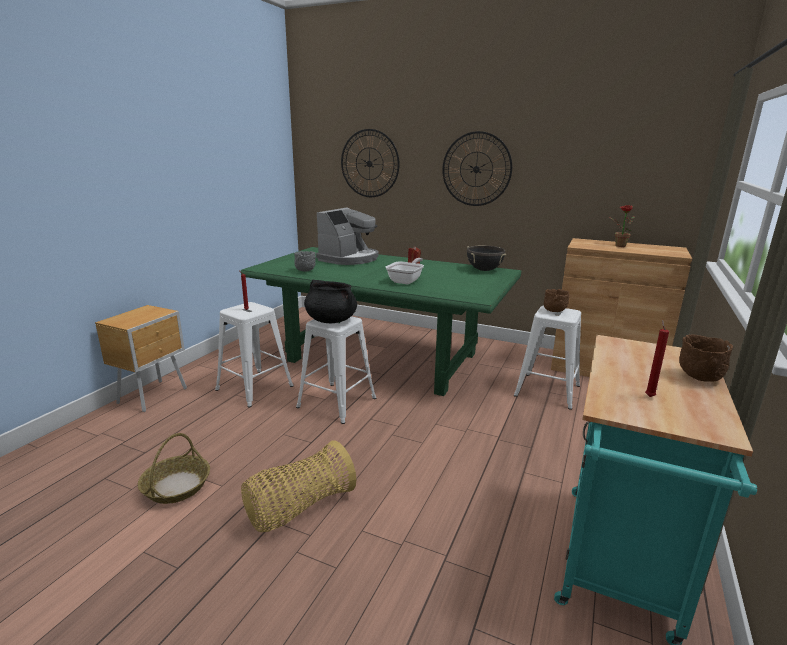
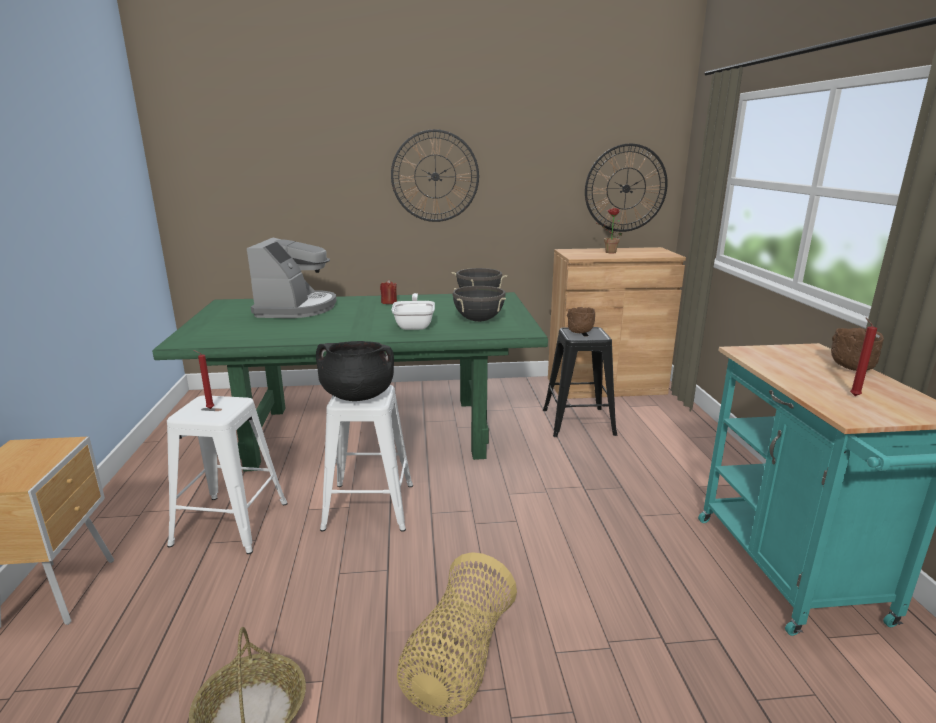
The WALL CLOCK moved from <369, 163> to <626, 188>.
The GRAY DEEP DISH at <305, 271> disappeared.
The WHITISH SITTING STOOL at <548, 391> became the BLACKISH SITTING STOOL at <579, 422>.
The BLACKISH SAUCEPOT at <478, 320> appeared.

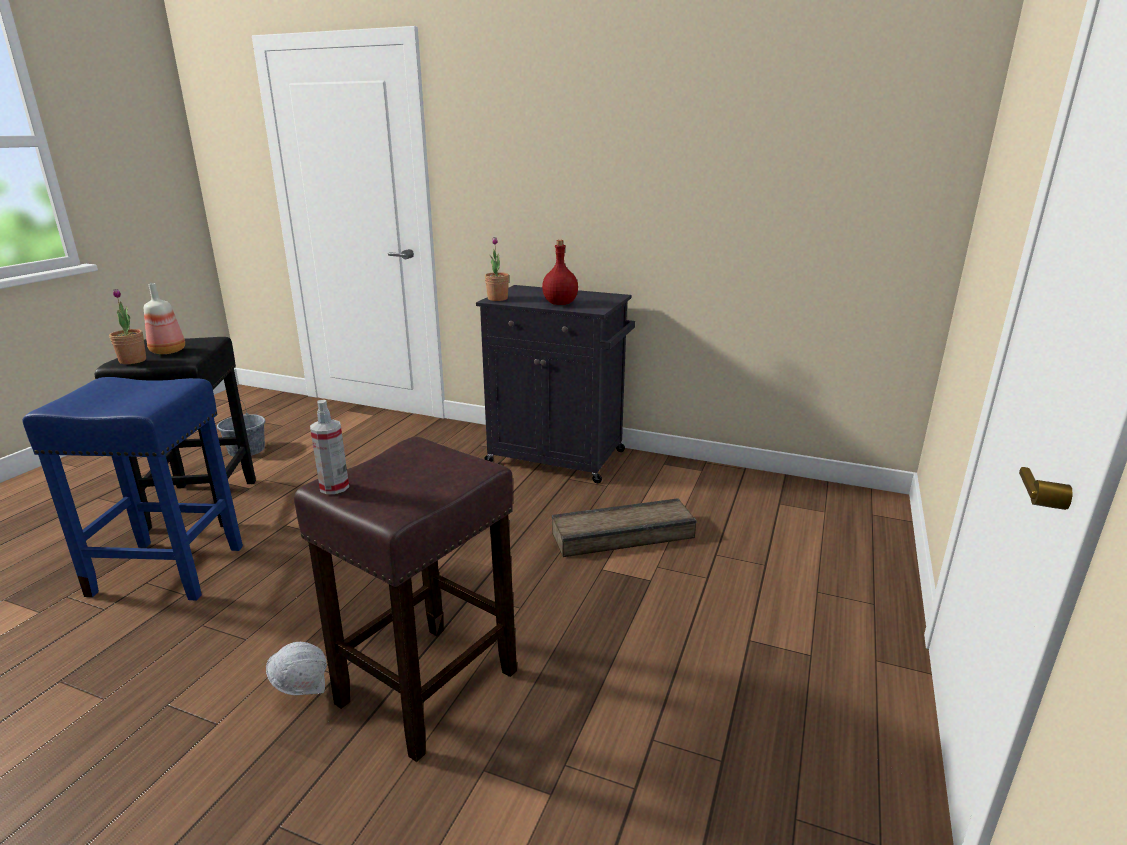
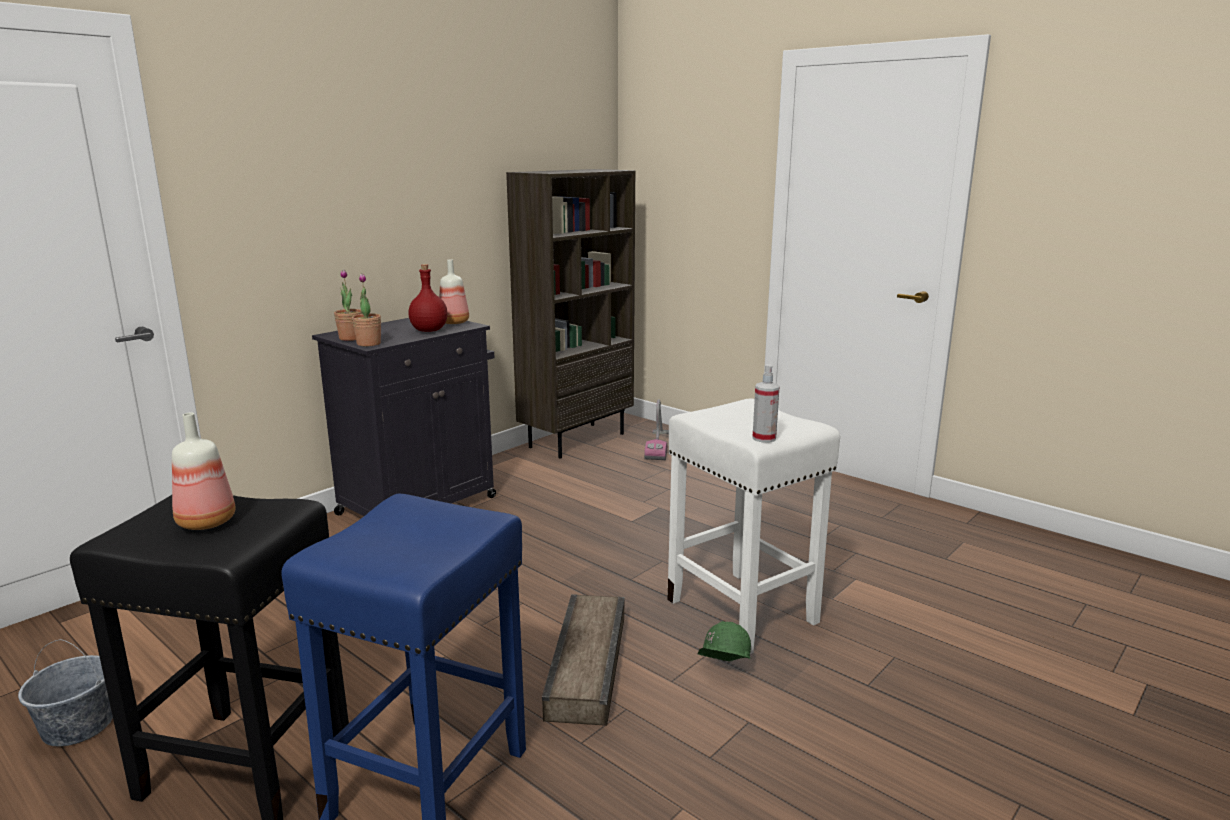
The POTTED PLANT moved from <133, 360> to <351, 338>.
The BROWN SITTING STOOL at <426, 689> became the WHITISH SITTING STOOL at <744, 612>.
The SHIPPING CRATE moved from <624, 536> to <590, 664>.
The WHITISH HARD HAT at <302, 691> became the GREEN-COLOURED HARD HAT at <722, 672>.
The BROWN SHELVING UNIT at <576, 440> appeared.
The BOTTLE at <455, 322> appeared.
The VACUUM at <658, 446> appeared.

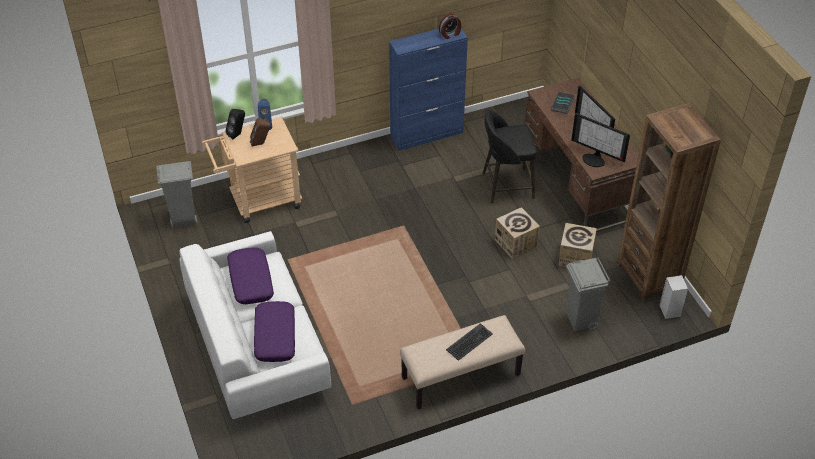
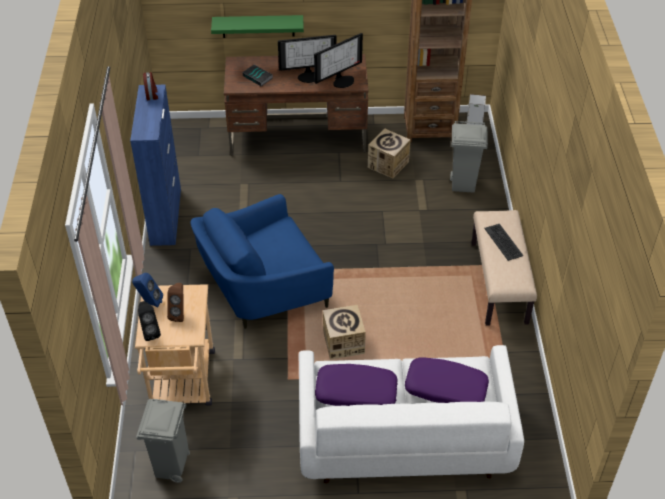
The BLACKISH SITTING STOOL at <506, 186> disappeared.
The PACKING BOX moved from <515, 243> to <343, 343>.
The GREEN-COLOURED WALL SHELF at <258, 26> appeared.
The BLUE-COLOURED EASY CHAIR at <264, 290> appeared.

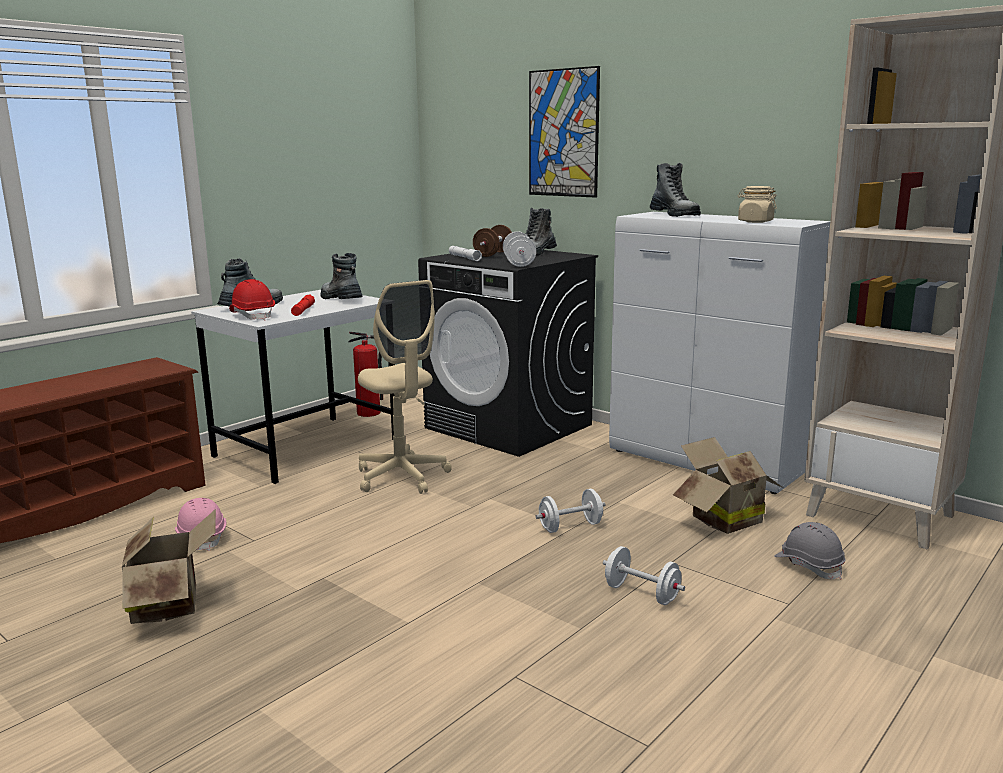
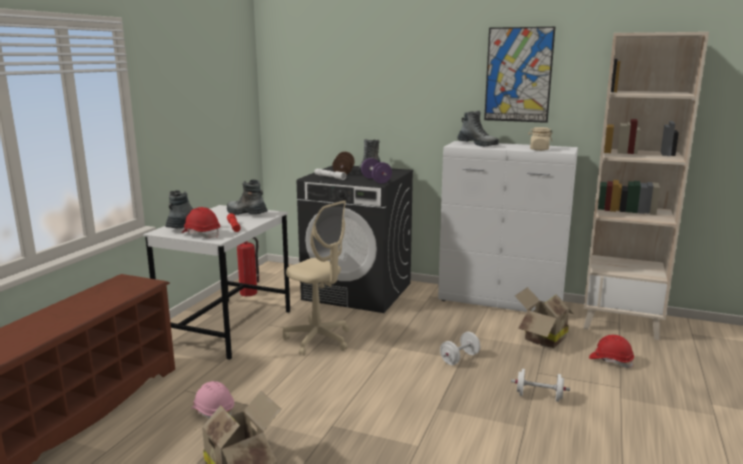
The PICTURE moved from <563, 133> to <518, 75>.
The WHITISH FREE WEIGHT at <519, 263> became the PURPLE-COLOURED FREE WEIGHT at <376, 180>.
The GRAY HARD HAT at <808, 565> became the REDDISH HARD HAT at <610, 361>.

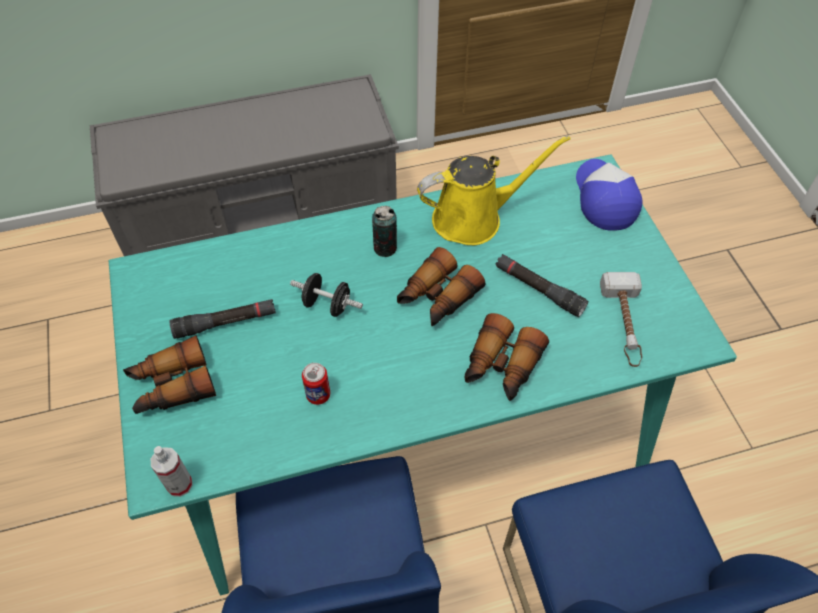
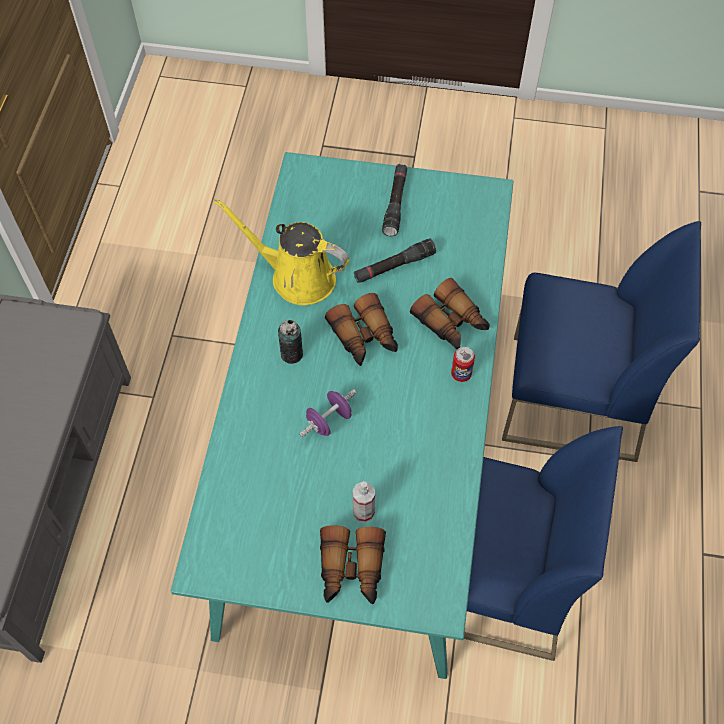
The YELLOW WATERING CAN at <474, 218> turned 75 degrees counterclockwise.
The PEAKED CAP at <604, 198> disappeared.
The TOOL HAMMER at <624, 324> disappeared.
The BLACKISH FREE WEIGHT at <327, 305> became the PURPLE-COLOURED FREE WEIGHT at <329, 421>.
The BLACKISH TORCH moved from <225, 323> to <395, 204>.
The CAN moved from <318, 395> to <461, 374>.
The SPRAYER moved from <179, 484> to <363, 512>.

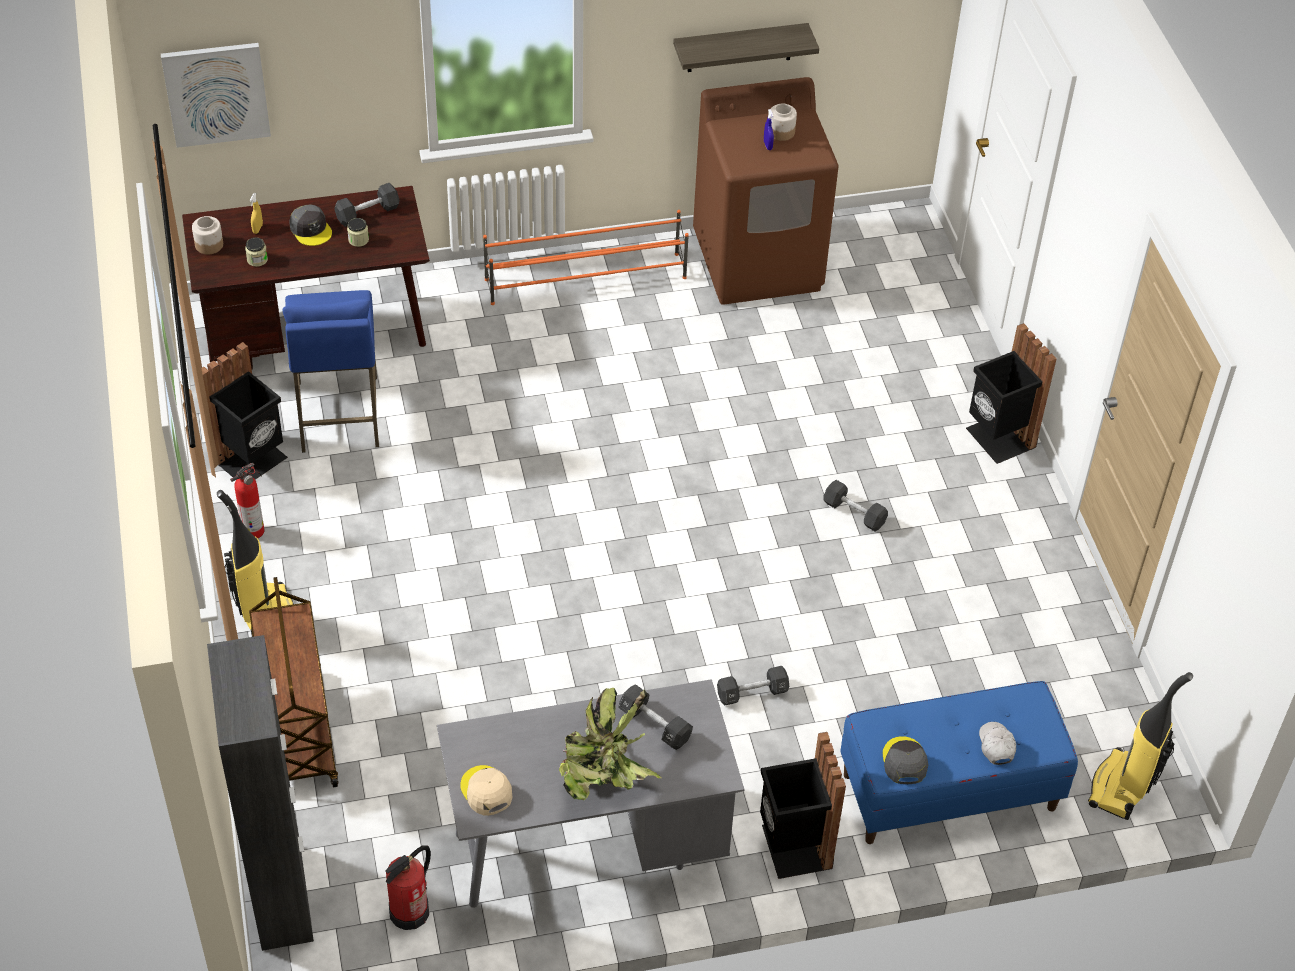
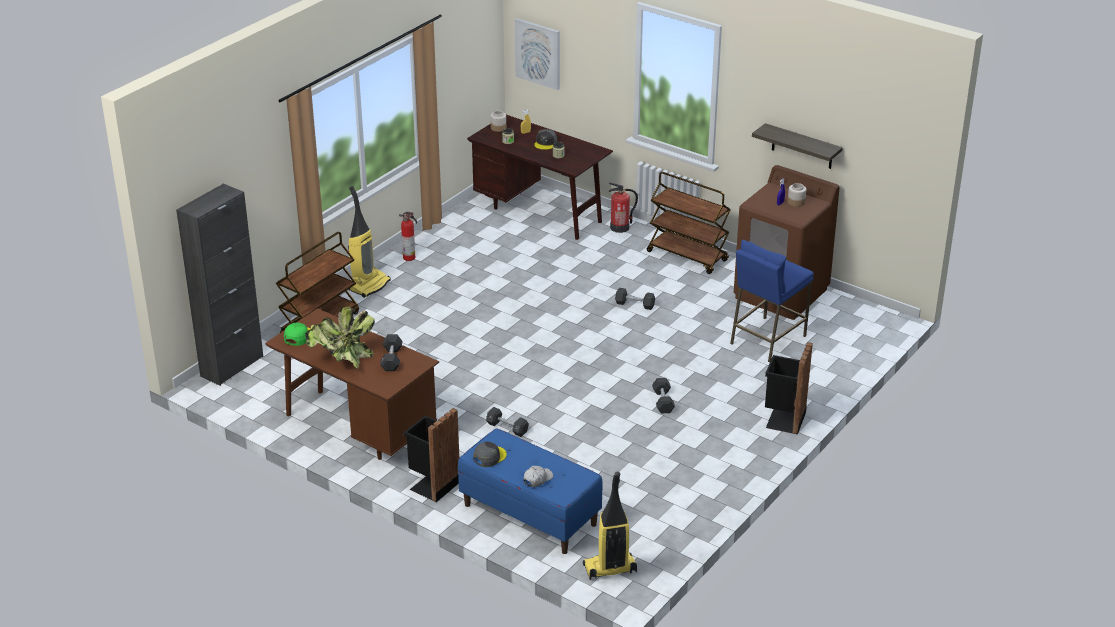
The BLACKISH FREE WEIGHT moved from <367, 213> to <635, 304>.
The ORANGEY SHOE RACK at <586, 279> was replaced by the BROWN WHEELED CART at <688, 256>.
The BLUE-COLOURED SITTING STOOL moved from <339, 414> to <767, 340>.
The BLACKISH TRASH CAN at <253, 460> disappeared.
The GRAY DESK TABLE at <588, 848> became the BROWN DESK TABLE at <357, 428>.
The SAND-COLOURED PEAKED CAP at <486, 791> became the GREEN-COLOURED PEAKED CAP at <298, 336>.
The EXTINGUISHER moved from <410, 911> to <620, 227>.

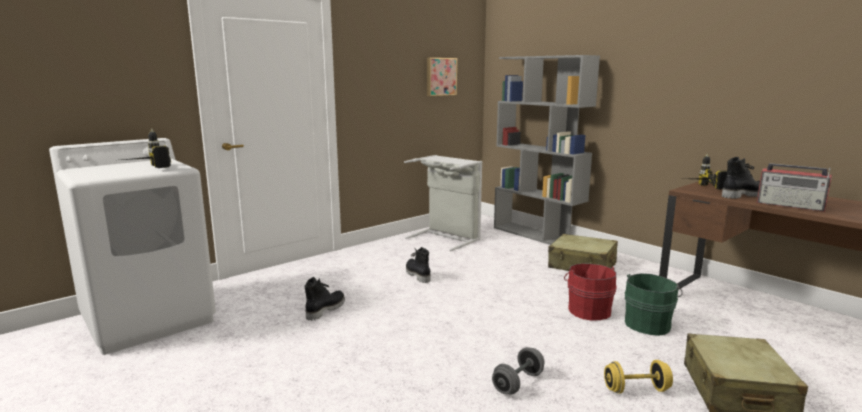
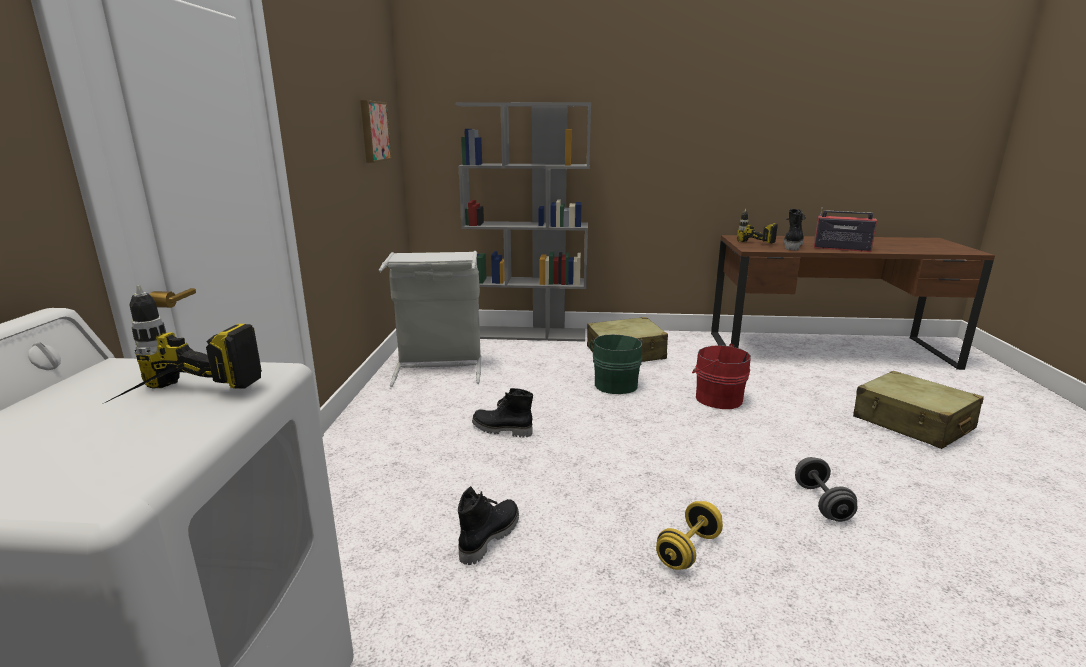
The RADIO RECEIVER at <791, 205> turned 150 degrees counterclockwise.
The GREEN-COLOURED WATER BUCKET moved from <648, 324> to <615, 384>.
The BLACKISH TALL BOOT at <325, 310> turned 45 degrees clockwise.
The YELLOW FREE WEIGHT moved from <636, 389> to <688, 550>.

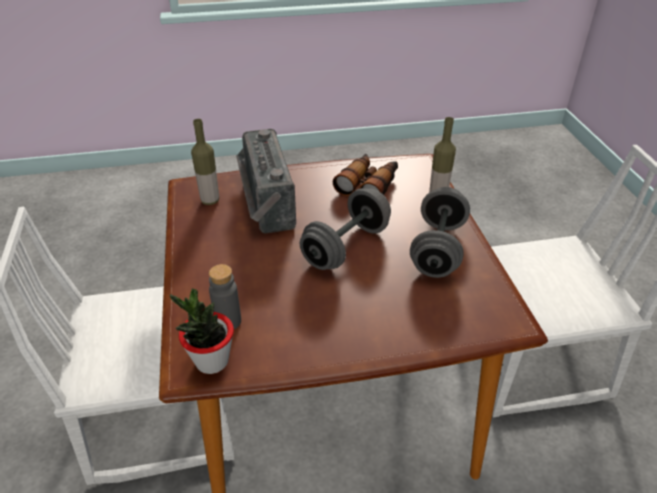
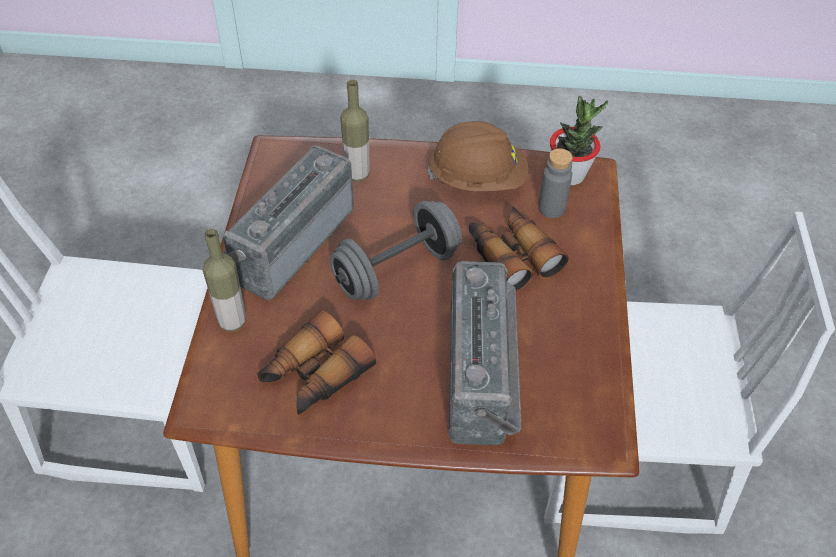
The BOTTLE moved from <210, 200> to <357, 174>.
The GRAY FREE WEIGHT at <437, 249> was replaced by the RADIO RECEIVER at <289, 242>.
The BROWN HARD HAT at <477, 180> appeared.
The FIELD GLASSES at <511, 256> appeared.

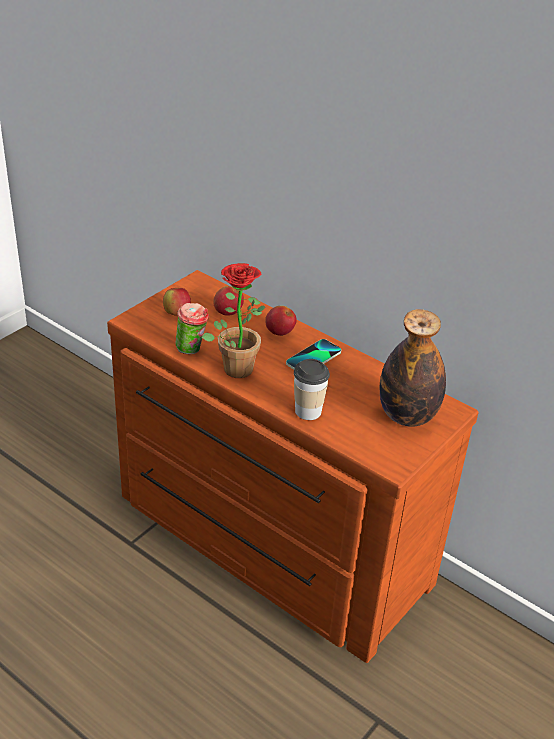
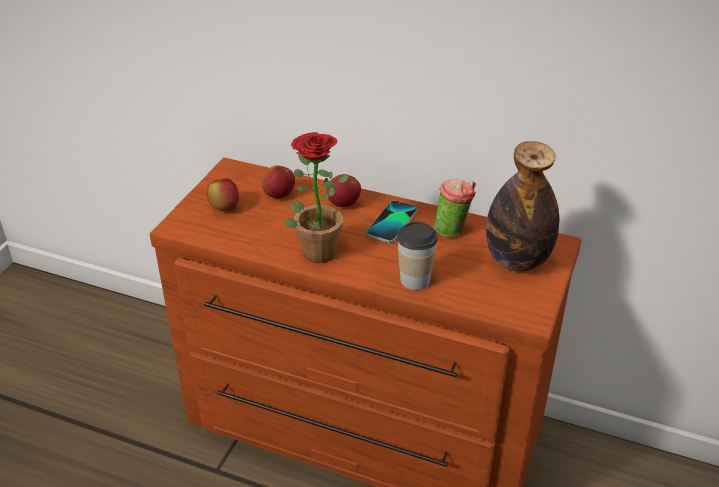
The DRINKING CUP moved from <192, 349> to <453, 231>.

